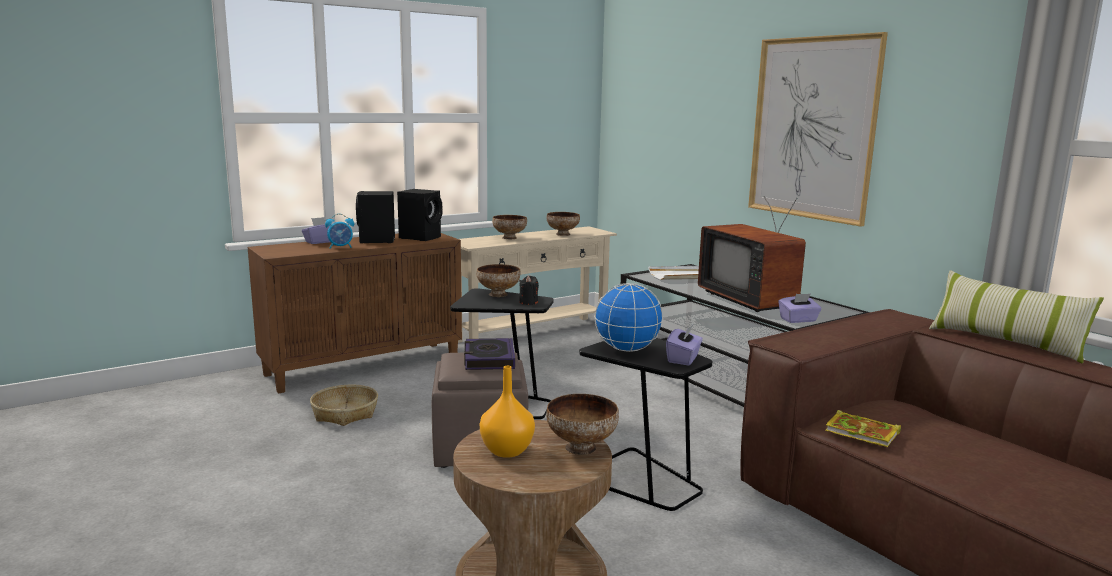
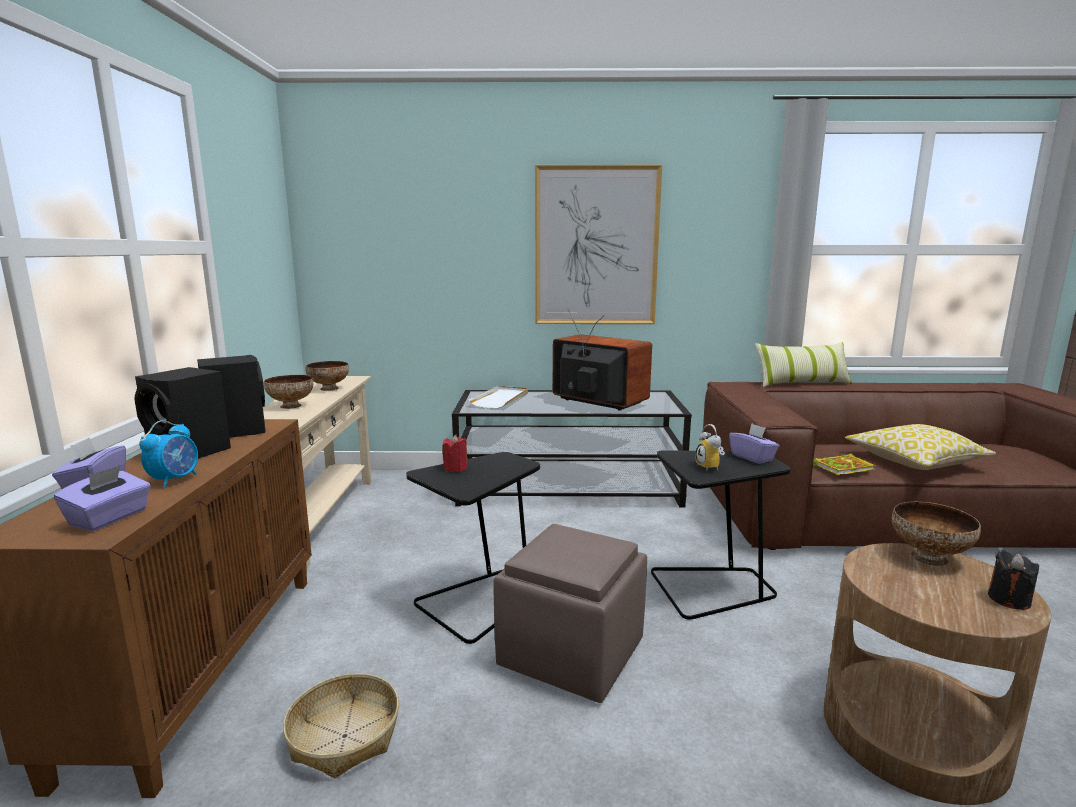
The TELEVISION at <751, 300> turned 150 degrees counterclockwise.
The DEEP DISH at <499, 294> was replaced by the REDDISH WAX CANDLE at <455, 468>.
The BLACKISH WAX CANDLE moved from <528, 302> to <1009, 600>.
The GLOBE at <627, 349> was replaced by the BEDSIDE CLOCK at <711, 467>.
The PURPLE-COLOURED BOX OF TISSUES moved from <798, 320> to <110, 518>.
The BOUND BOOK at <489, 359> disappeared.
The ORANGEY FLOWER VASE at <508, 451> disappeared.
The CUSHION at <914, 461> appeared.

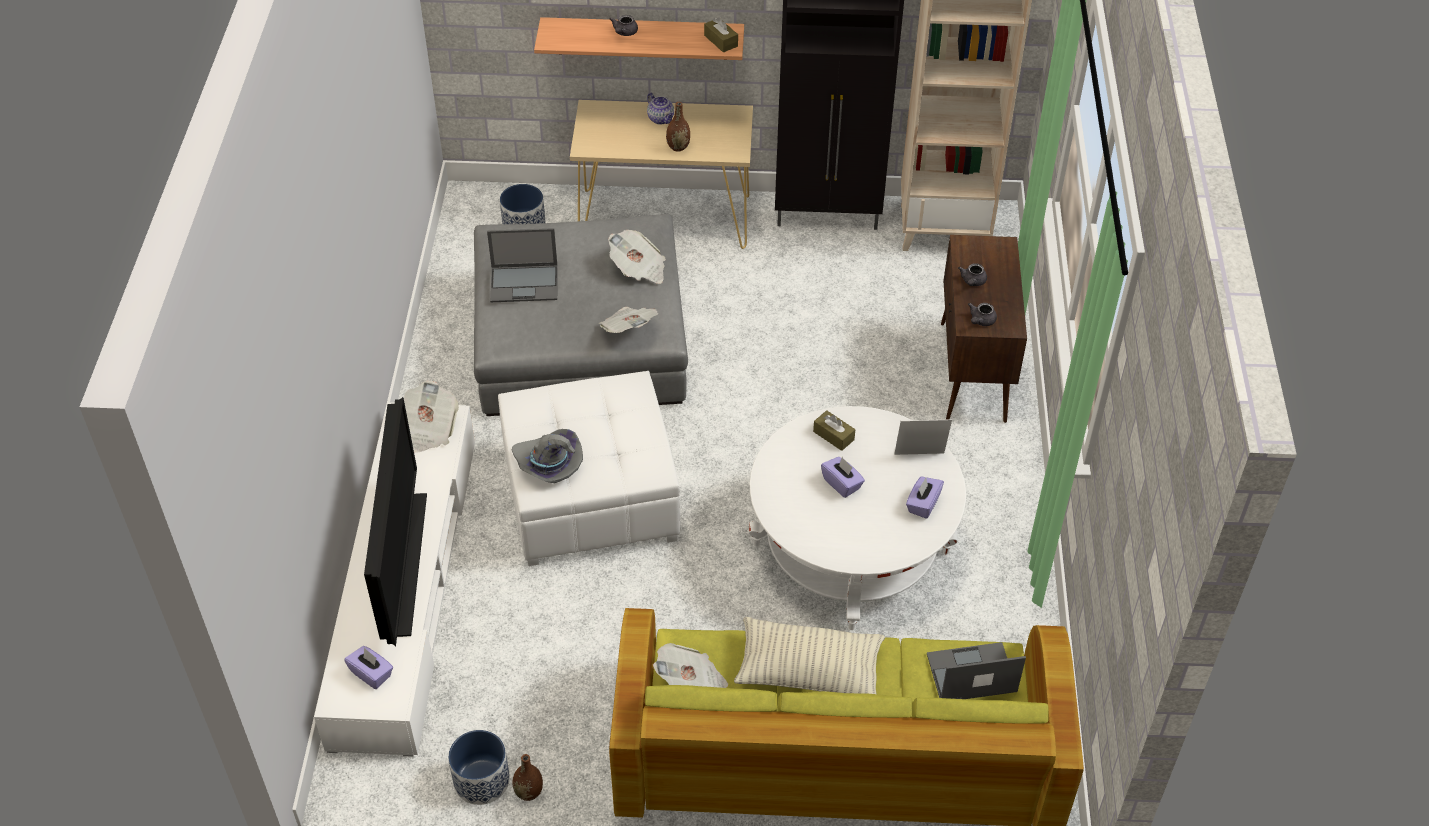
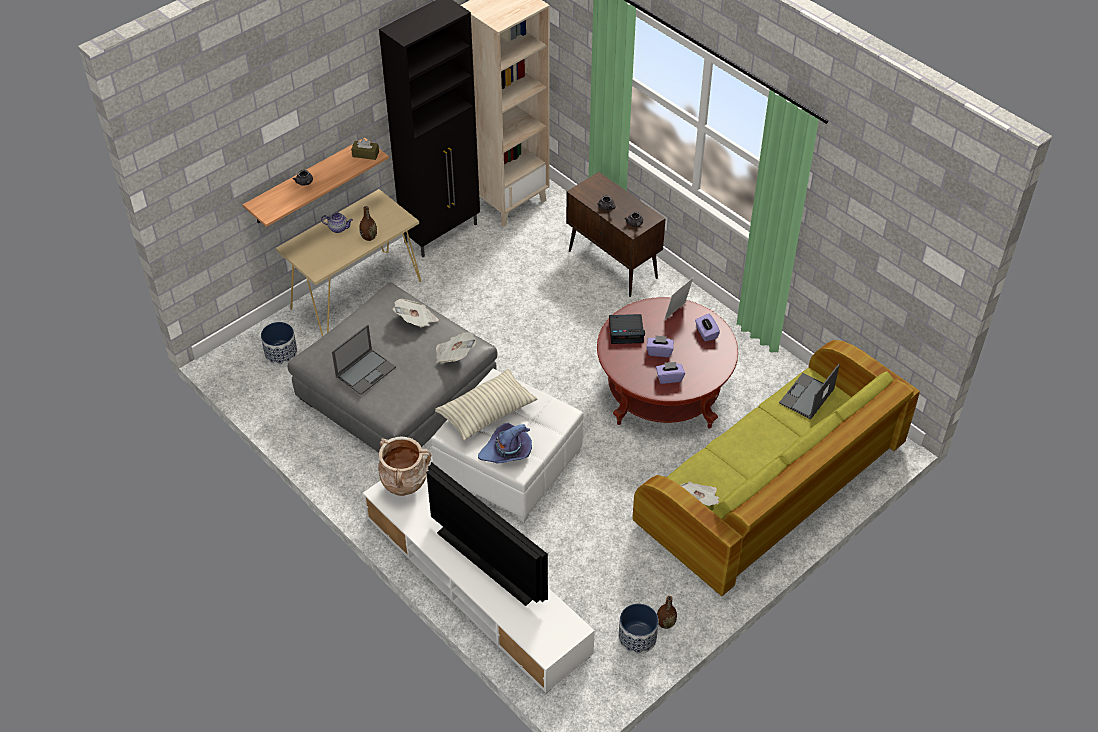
The PRINTED PAPER at <428, 429> was replaced by the SAND-COLOURED FLOWER VASE at <406, 488>.
The WHITISH LOW TABLE at <850, 548> became the REDDISH LOW TABLE at <663, 391>.
The BROWN BOX OF TISSUES at <833, 435> was replaced by the BEDSIDE CLOCK at <626, 332>.
The GRAY CLOTHING HAT at <548, 464> became the PURPLE-COLOURED CLOTHING HAT at <507, 451>.
The CUSHION moved from <808, 670> to <486, 413>.
The PURPLE-COLOURED BOX OF TISSUES moved from <371, 674> to <669, 378>.

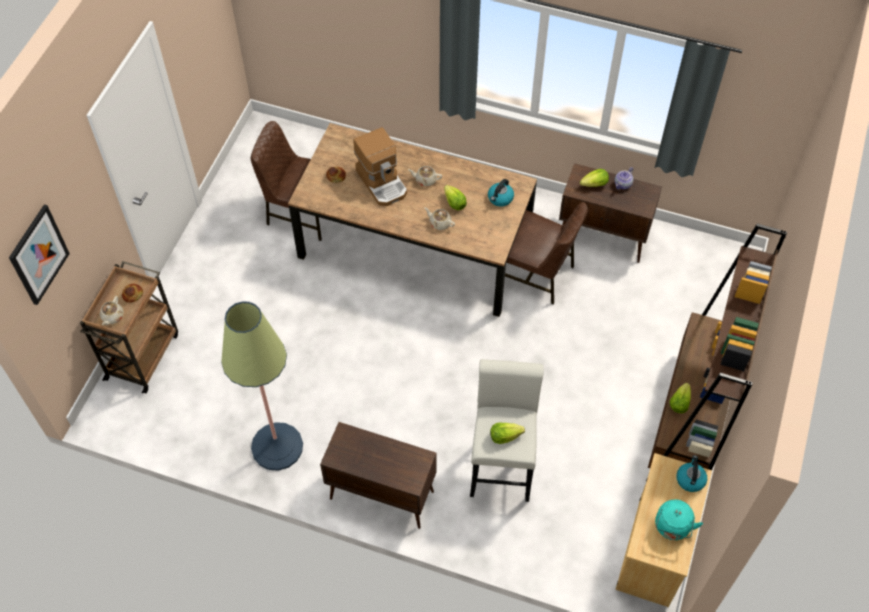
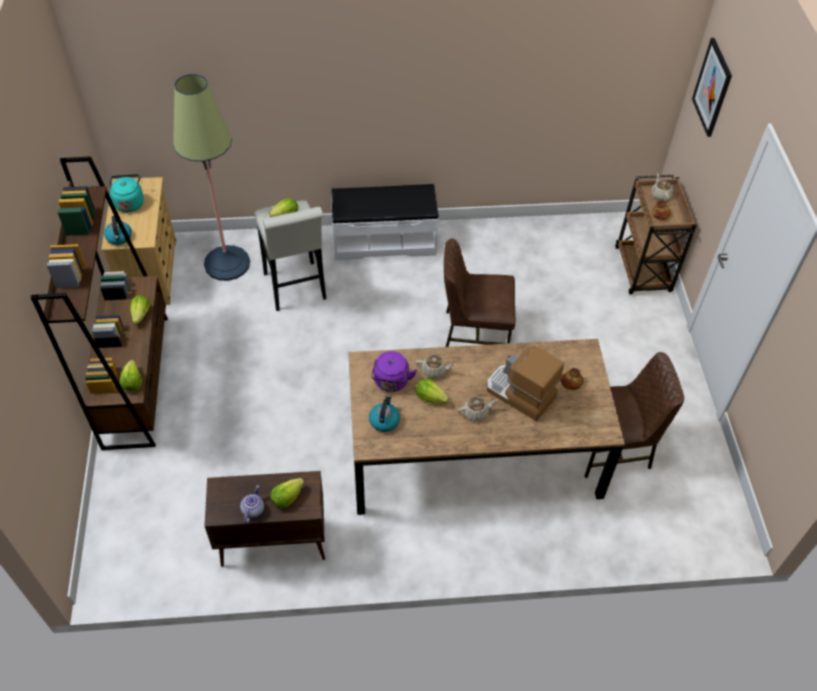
The BROWN UPRIGHT CHAIR moved from <537, 274> to <474, 332>.
The STANDARD LAMP moved from <277, 446> to <227, 263>.
The BROWN CABINET at <380, 495> was replaced by the WHITISH BENCH at <384, 241>.
The PURPLE-COLOURED WATER KETTLE at <391, 382> appeared.
The HEAD OF LETTUCE at <132, 382> appeared.

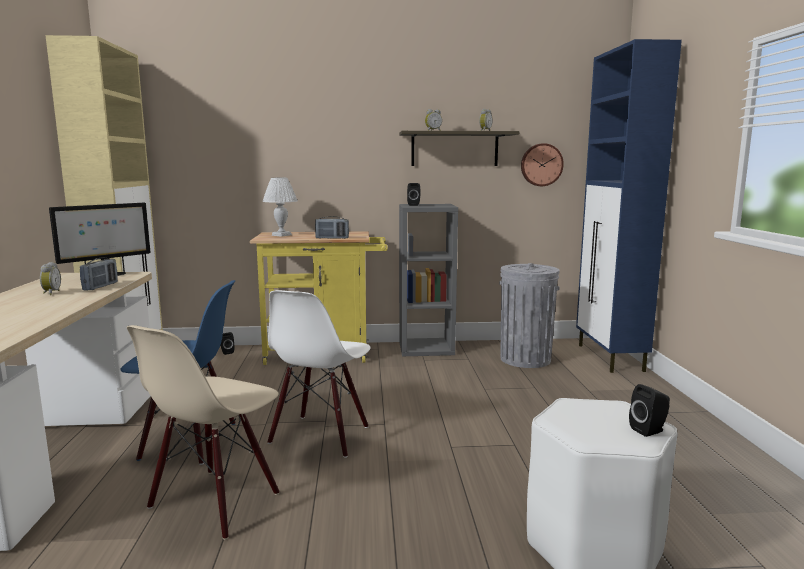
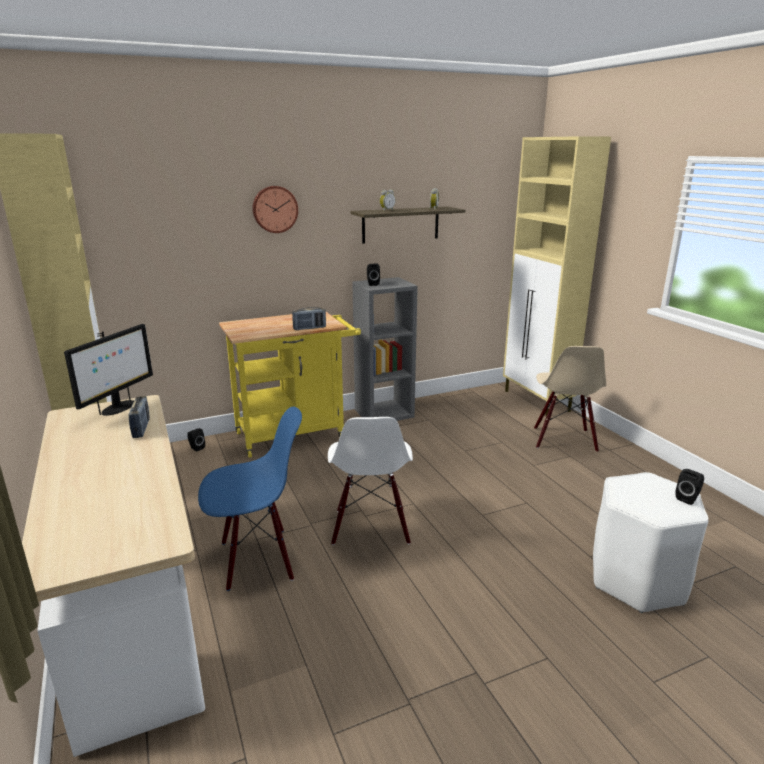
The BLUE-COLOURED CABINET at <610, 358> became the SAND-COLOURED CABINET at <537, 401>.
The WALL CLOCK moved from <541, 165> to <274, 209>.
The WHITISH LAMP FOR A TABLE at <282, 235> disappeared.
The BEDSIDE CLOCK at <50, 293> disappeared.
The GRAY TRASH CAN at <525, 359> disappeared.
The SAND-COLOURED UPRIGHT CHAIR moved from <215, 502> to <563, 439>.

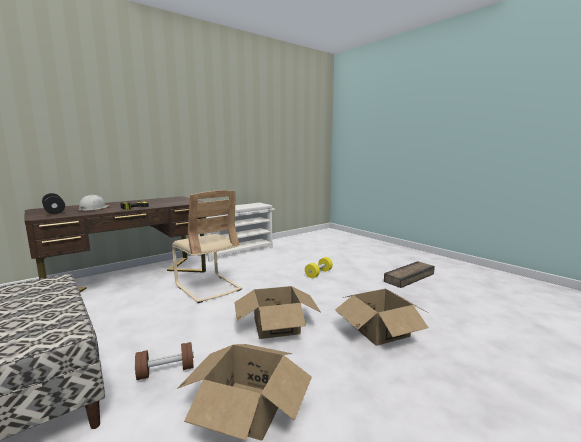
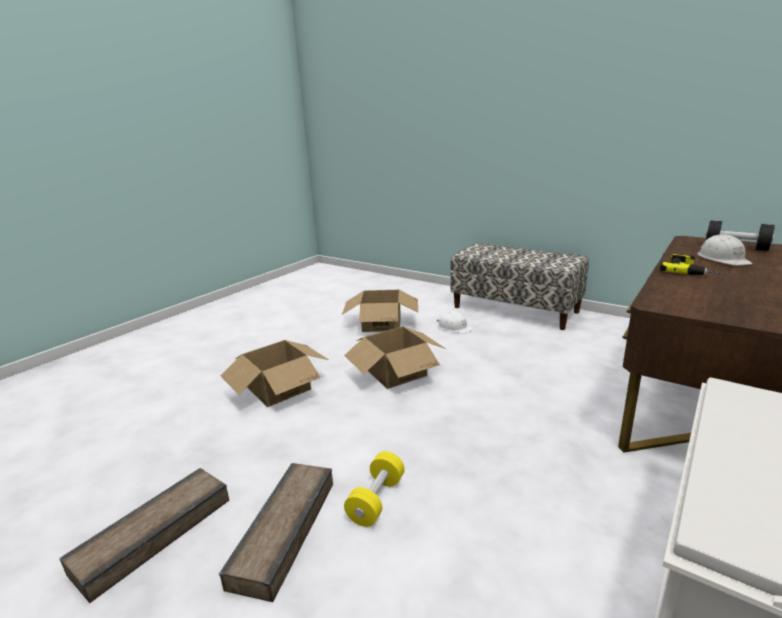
The SAND-COLOURED UPRIGHT CHAIR at <208, 287> disappeared.
The BROWN FREE WEIGHT at <166, 371> was replaced by the WHITISH HARD HAT at <454, 327>.
The SHIPPING CRATE at <283, 531> appeared.

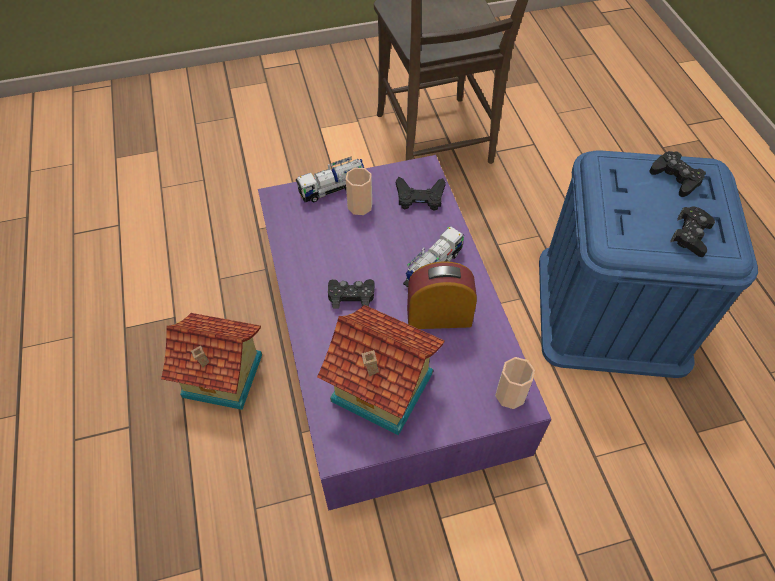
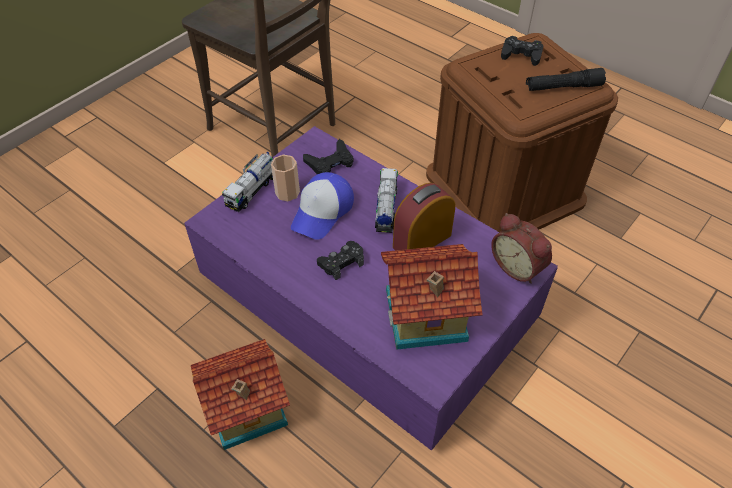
The BLUE-COLOURED STORAGE BIN at <611, 309> became the BROWN STORAGE BIN at <504, 187>.
The BLACKISH GAMEPAD at <690, 235> was replaced by the BLACKISH TORCH at <563, 87>.
The DRINKING CUP at <510, 395> was replaced by the BEDSIDE CLOCK at <518, 266>.
The PEAKED CAP at <322, 212> appeared.

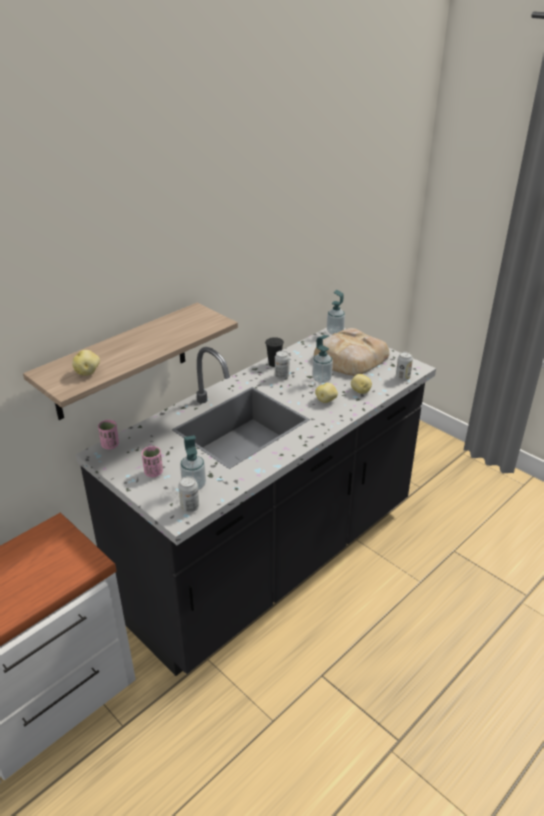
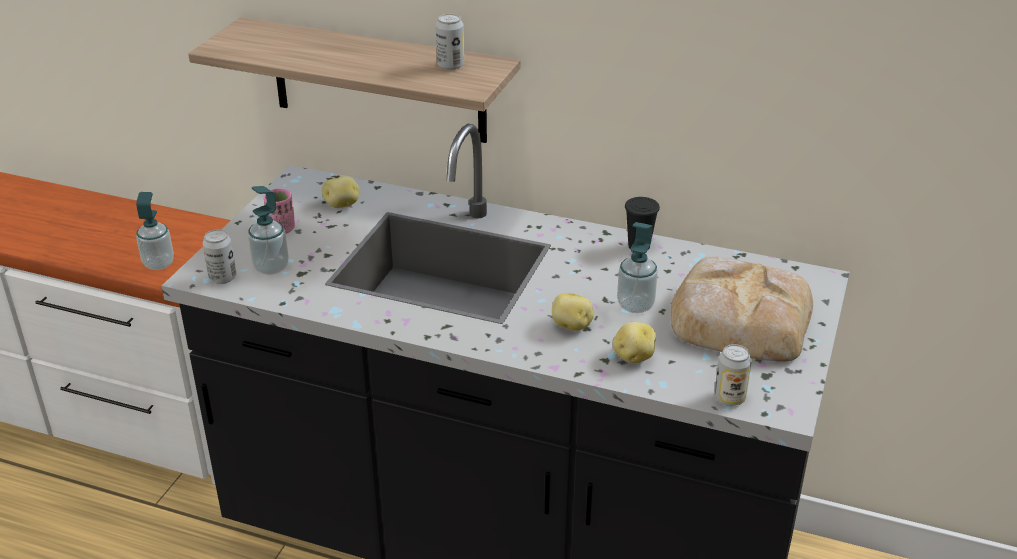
The SOAP DISPENSER moved from <335, 332> to <158, 264>.
The POTATO moved from <88, 372> to <342, 205>.
The CAN moved from <281, 376> to <450, 65>.
The PINK-COLOURED DRINKING CUP at <110, 445> disappeared.

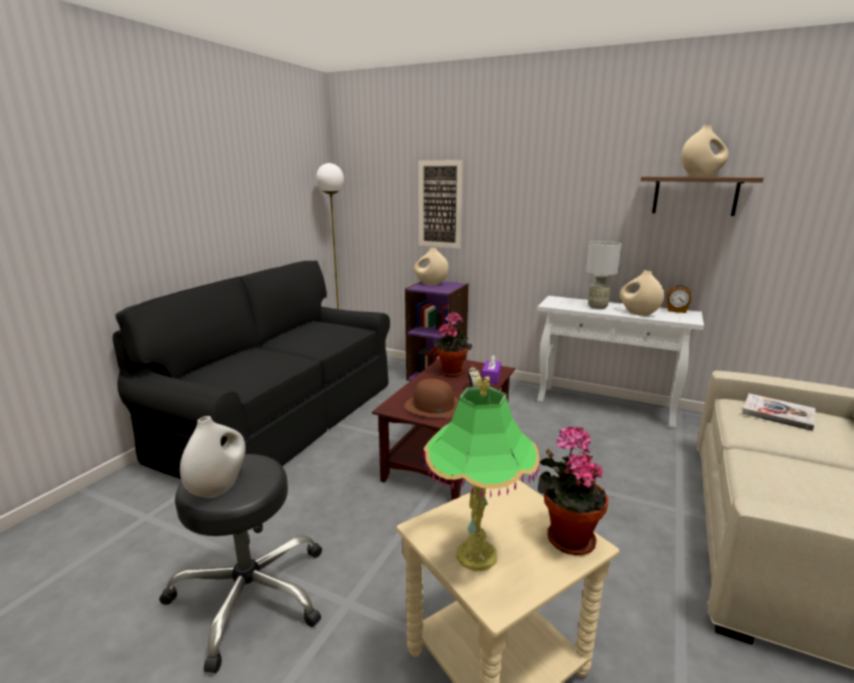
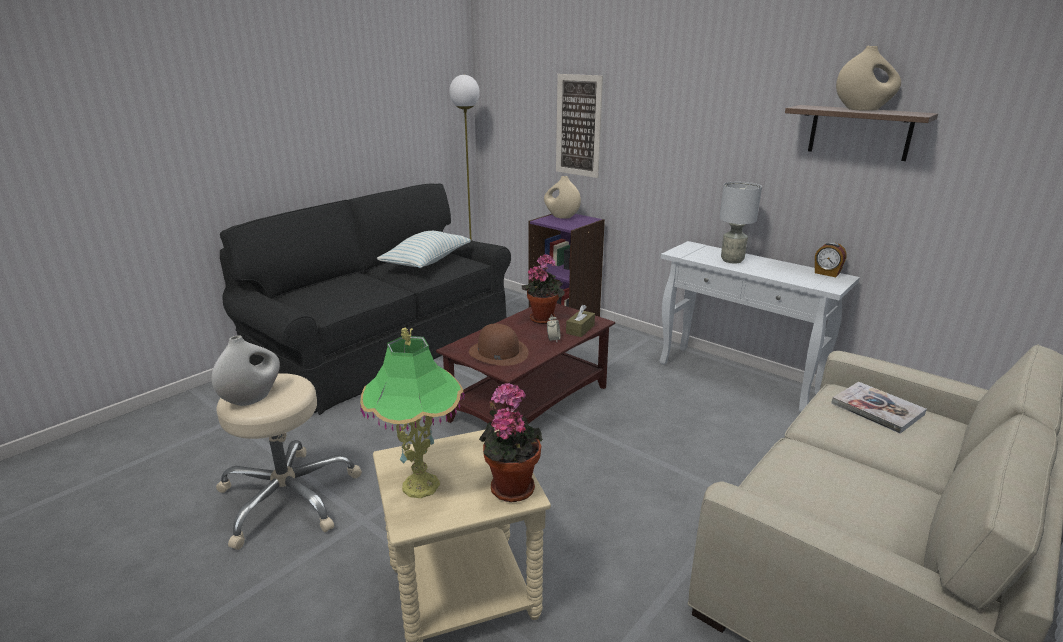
The SAND-COLOURED FLOWER VASE at <638, 313> disappeared.
The PURPLE-COLOURED BOX OF TISSUES at <491, 377> became the BROWN BOX OF TISSUES at <580, 329>.
The BLACKISH SITTING STOOL at <251, 594> became the SAND-COLOURED SITTING STOOL at <288, 497>.
The CUSHION at <426, 262> appeared.

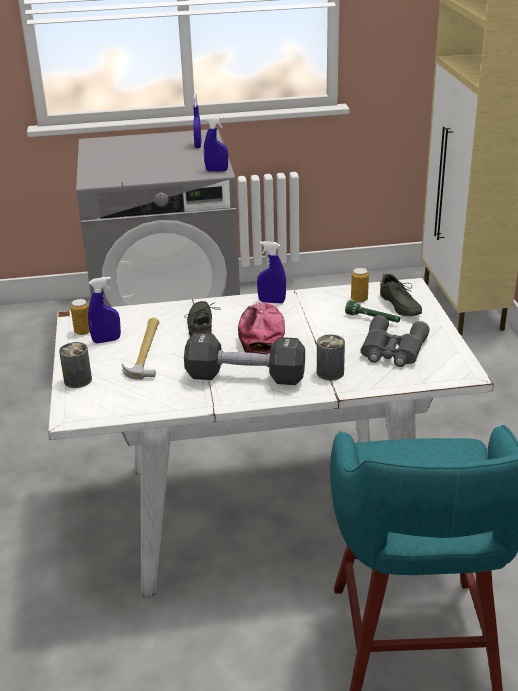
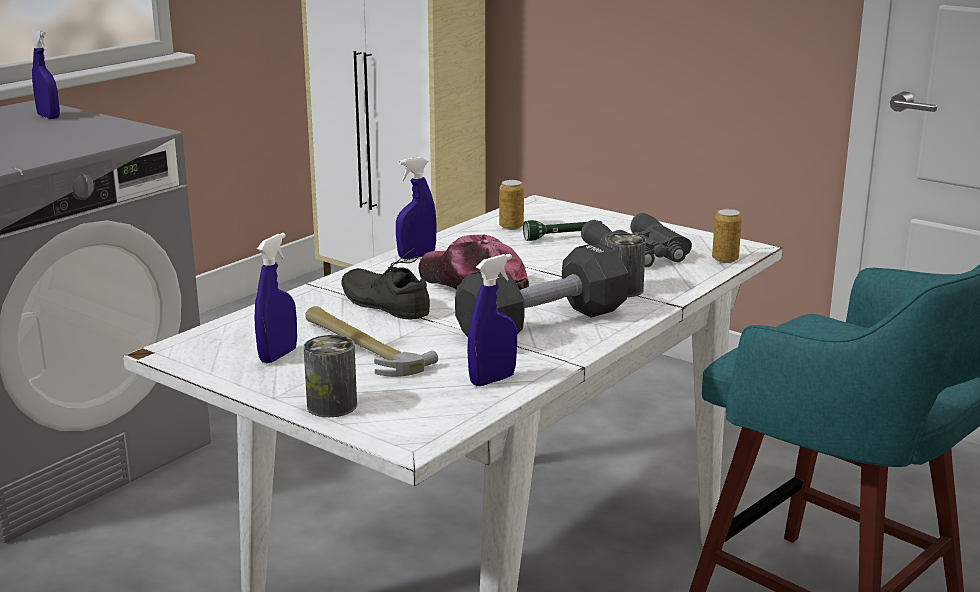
The BLUE-COLOURED SPRAYER moved from <216, 171> to <492, 380>.
The GRAY ITEM OF FOOTWEAR at <398, 306> disappeared.
The CAN moved from <83, 331> to <725, 259>.

